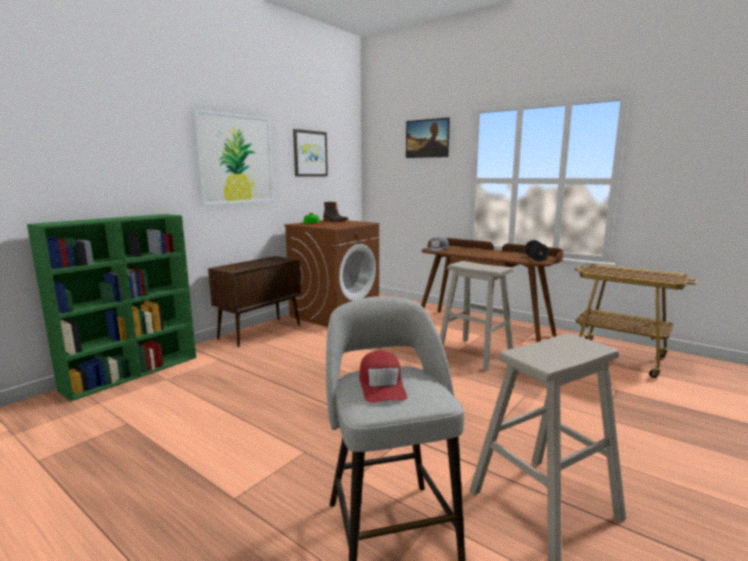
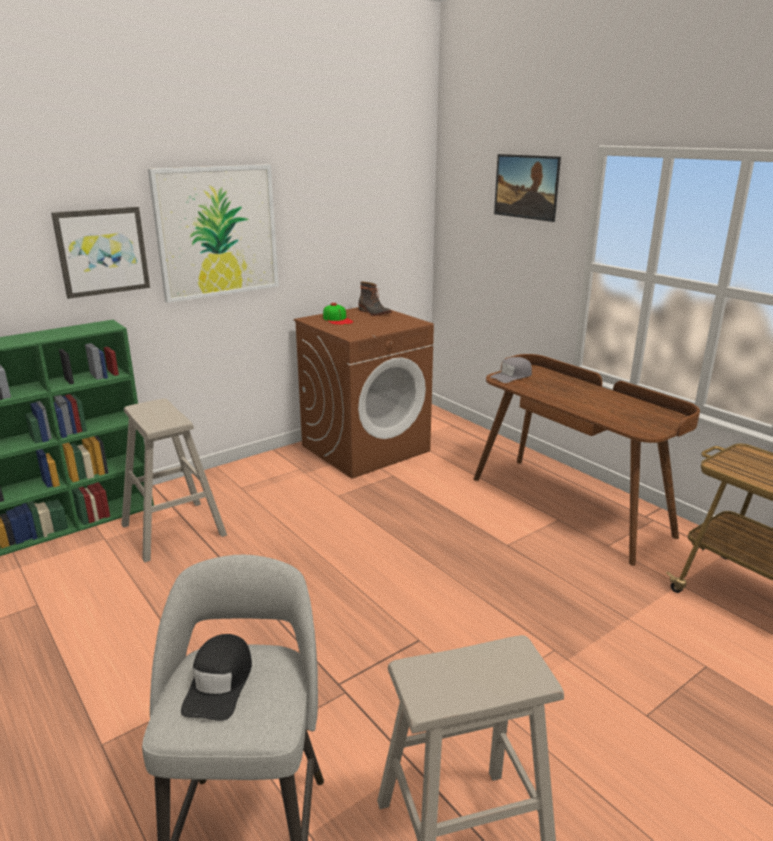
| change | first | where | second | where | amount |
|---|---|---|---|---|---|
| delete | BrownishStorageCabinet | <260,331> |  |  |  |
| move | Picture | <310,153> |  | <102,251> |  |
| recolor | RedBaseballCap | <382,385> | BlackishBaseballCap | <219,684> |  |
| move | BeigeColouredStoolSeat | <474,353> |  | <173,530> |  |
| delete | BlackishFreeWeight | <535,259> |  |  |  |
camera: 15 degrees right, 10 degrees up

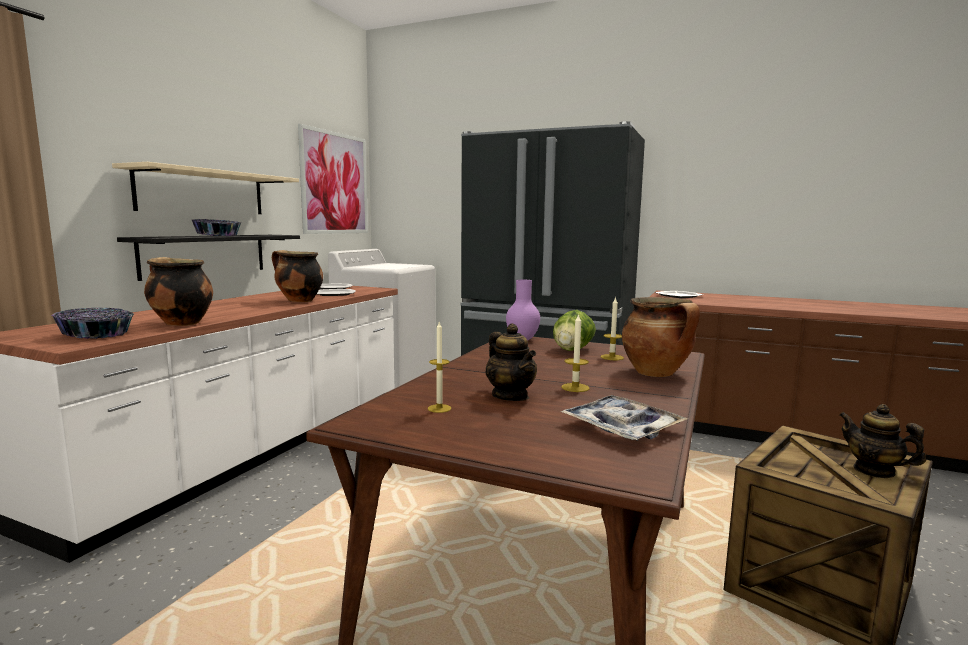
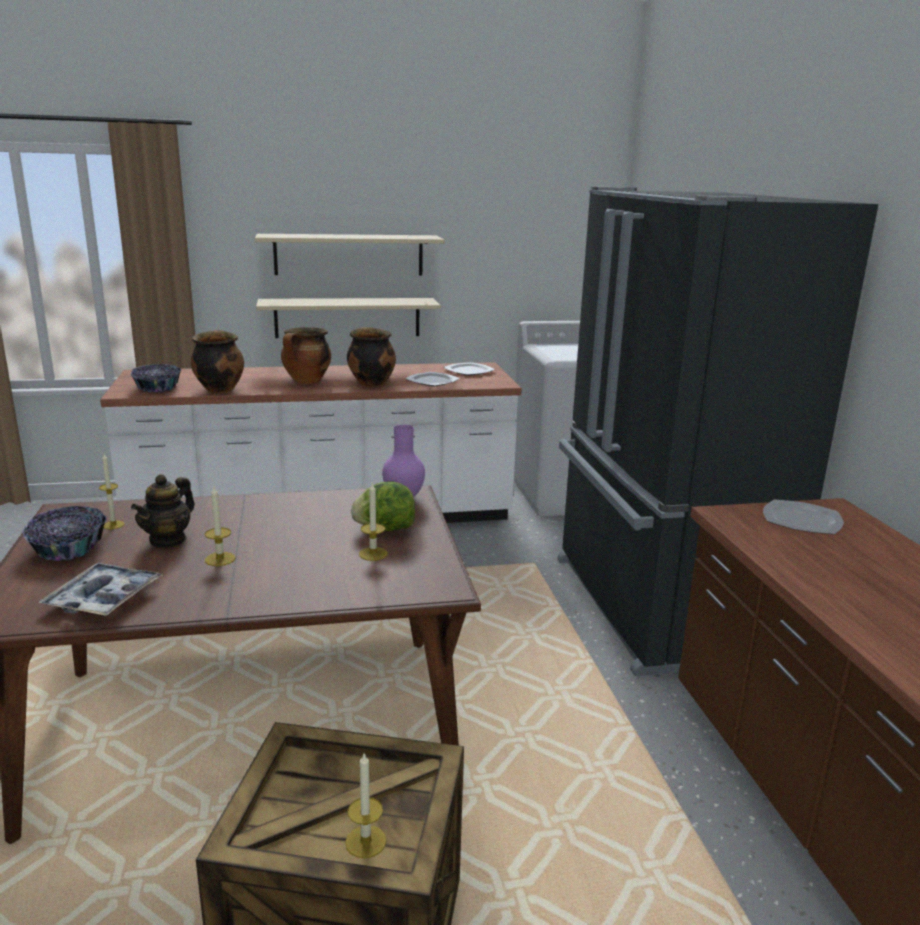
| change | first | where | second | where | amount |
|---|---|---|---|---|---|
| recolor | BlackishShelf | <205,255> | BeigeColouredShelf | <347,317> |  |
| move | ServingBowl | <217,235> |  | <67,547> |  |
| delete | Picture | <335,183> |  |  |  |
| move | CookingPot | <657,373> |  | <307,382> |  |
| replace | TeaPot | <874,471> | Candle | <365,841> |  |
camera: 55 degrees right, 10 degrees up

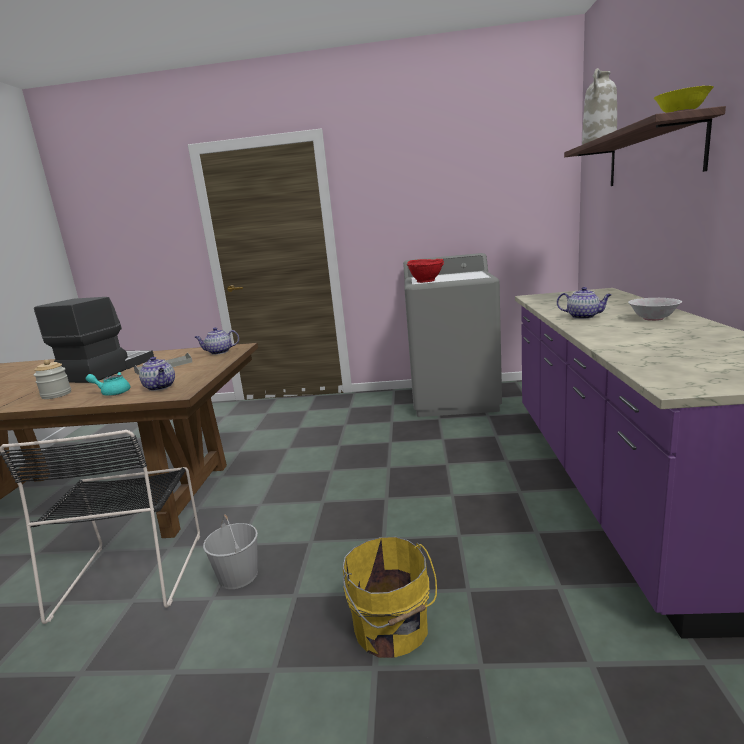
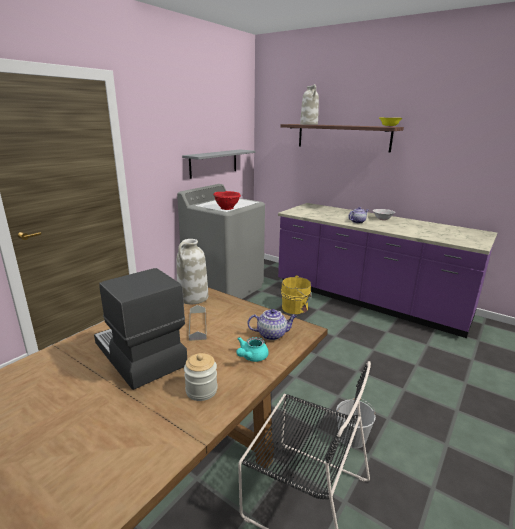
| change | first | where | second | where | amount |
|---|---|---|---|---|---|
| replace | TeaPot | <219,352> | WhiteFlowerVase | <193,298> |  |
| move | YellowColouredBucket | <392,630> |  | <296,308> |  |
| insert |  |  | GreyishShelf | <213,163> |  |
camera: 60 degrees left, 5 degrees up

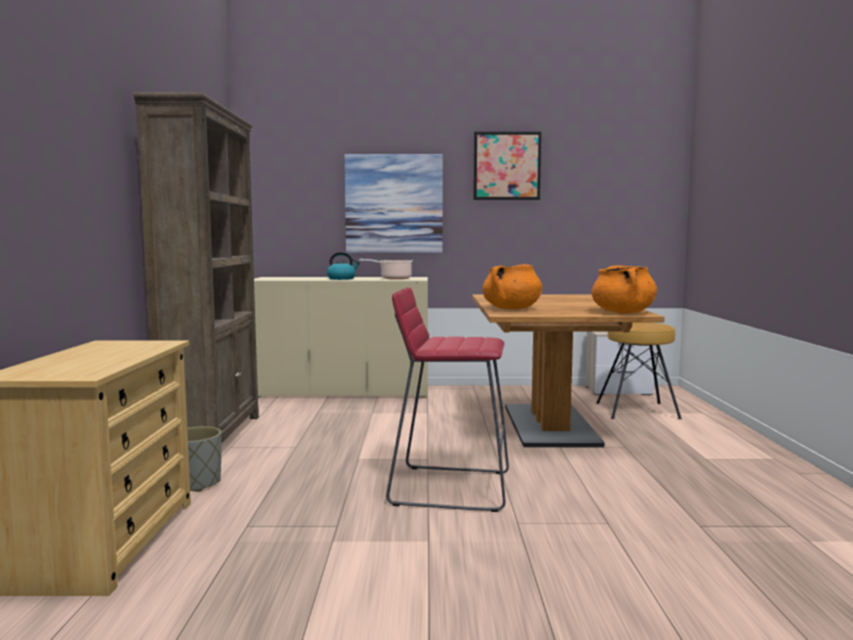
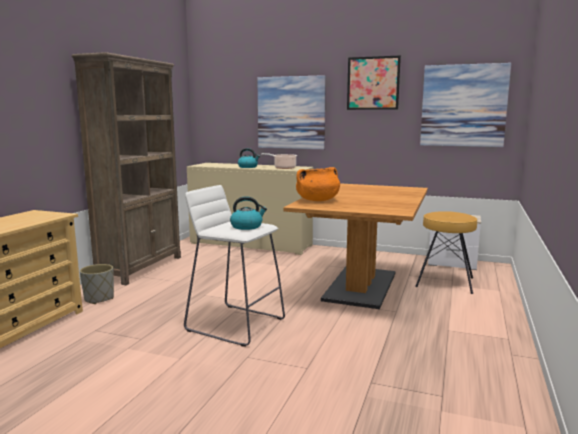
| change | first | where | second | where | amount |
|---|---|---|---|---|---|
| recolor | RedStoolSeat | <449,487> | WhiteStoolSeat | <235,324> |  |
| delete | OrangeCookingPot | <623,313> |  |  |  |
| insert |  |  | TeaKettle | <247,226> |  |
| insert |  |  | Picture | <463,106> |  |
camera: 20 degrees right, 5 degrees up

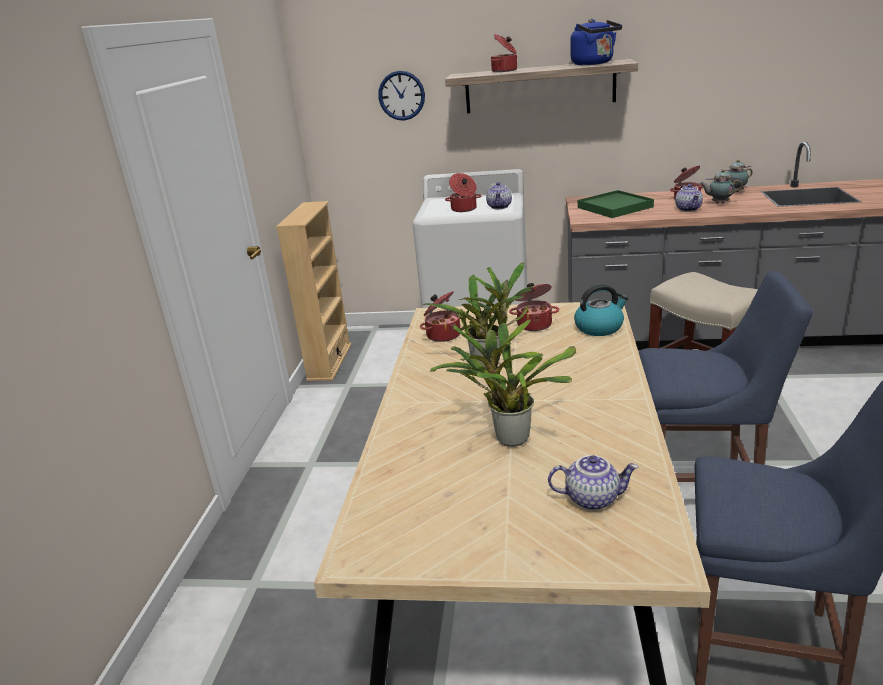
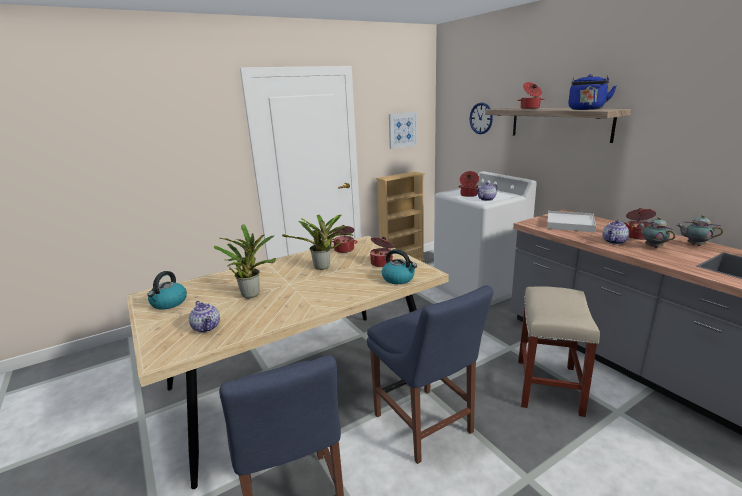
| change | first | where | second | where | amount |
|---|---|---|---|---|---|
| recolor | GreenColouredServingTray | <615,207> | WhiteServingTray | <570,224> |  |
| insert |  |  | TeaKettle | <169,303> |  |
| insert |  |  | Picture | <402,130> |  |
camera: 50 degrees right, 5 degrees down

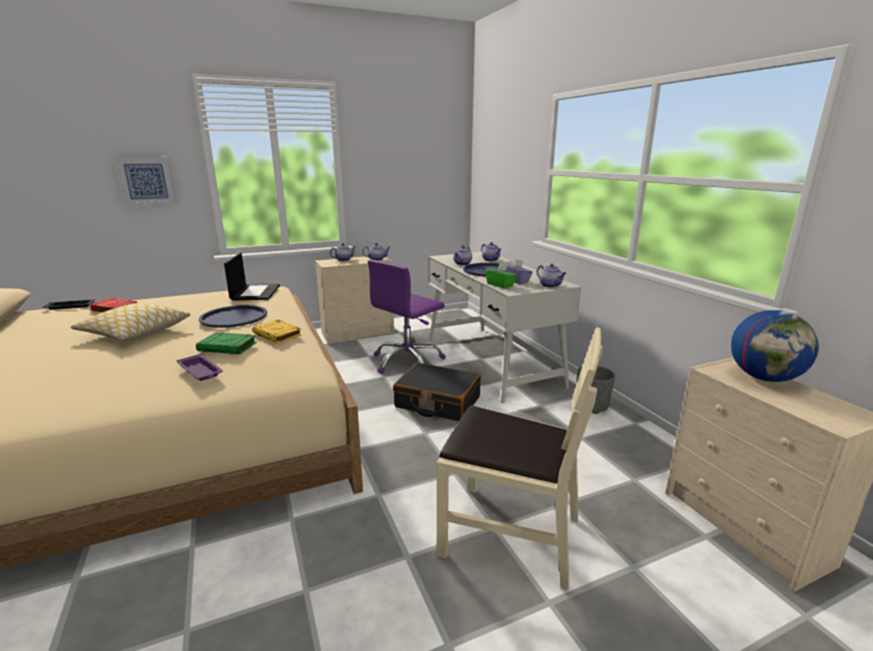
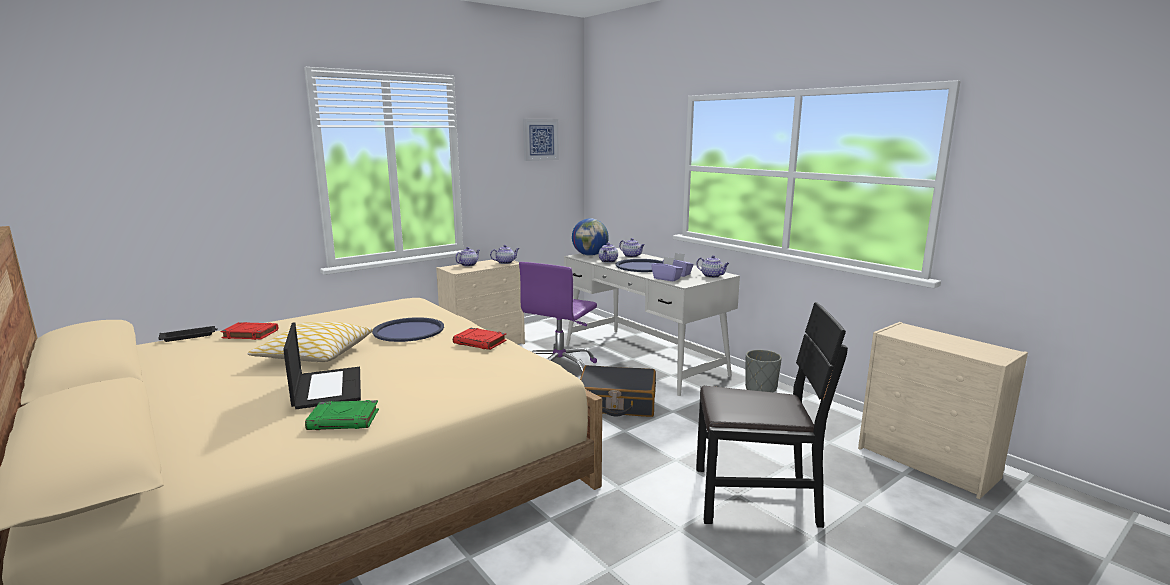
| change | first | where | second | where | amount |
|---|---|---|---|---|---|
| move | Picture | <146,181> |  | <540,139> |  |
| delete | PurpleColouredServingTray | <200,371> |  |  |  |
| move | GreenColouredBoundBook | <228,347> |  | <344,420> |  |
| move | PortableComputer | <255,292> |  | <327,388> |  |
| recolor | YellowColouredBoundBook | <278,335> | RedBoundBook | <480,342> |  |
| recolor | BeigeColouredChair | <510,533> | BlackishChair | <754,497> |  |
| recolor | GreenColouredBoxOfTissues | <500,285> | PurpleColouredBoxOfTissues | <667,278> |  |
| move | DeskGlobe | <764,378> |  | <590,255> |  |
camera: 15 degrees left, 5 degrees down

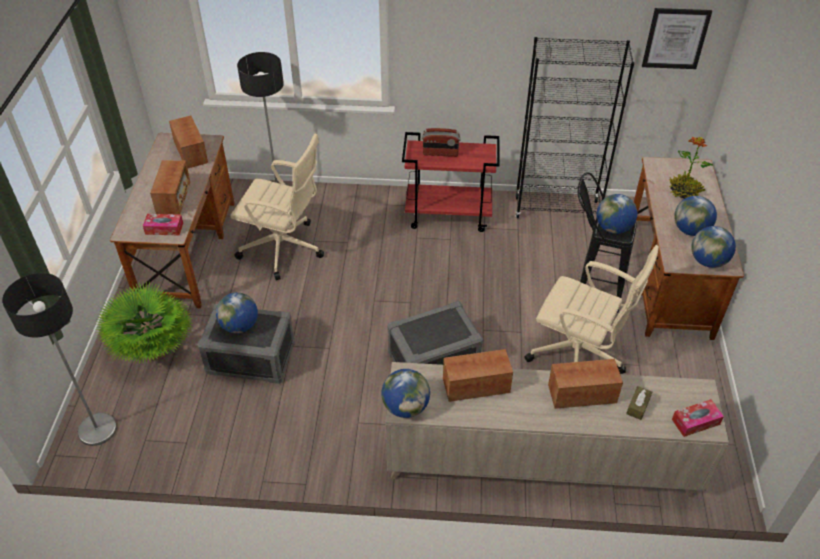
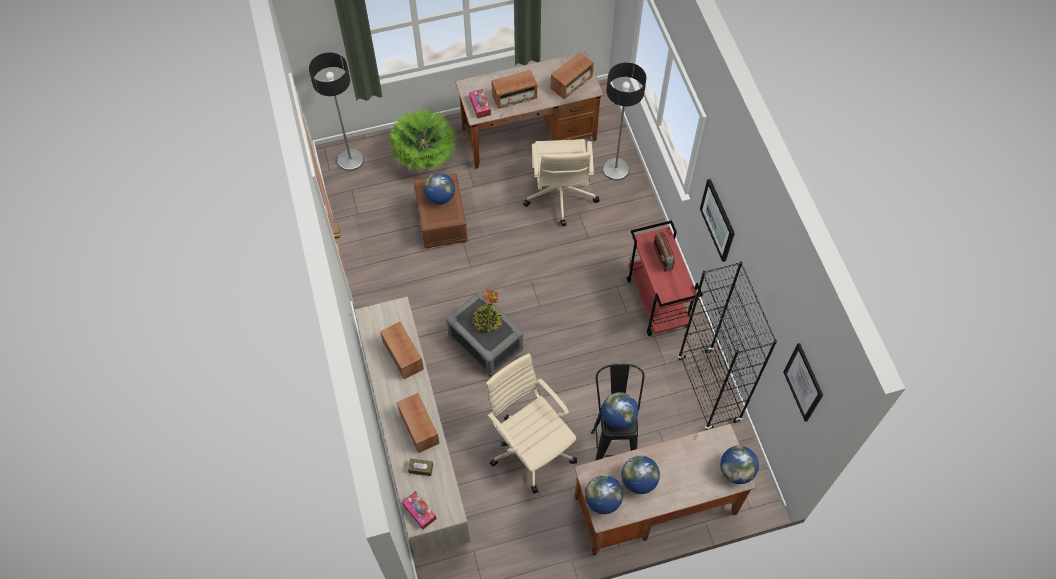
| change | first | where | second | where | amount |
|---|---|---|---|---|---|
| recolor | GreyishStorageBin | <250,358> | BrownishStorageBin | <441,220> |  |
| move | DeskGlobe | <405,407> |  | <736,471> |  |
| rotate | BeigeColouredOfficeChair | <578,356> |  | <531,447> | 135 degrees clockwise |
| move | PlantInAPot | <684,192> |  | <487,321> |  |
| insert |  |  | Picture | <718,220> |  |
camera: 70 degrees right, 15 degrees up

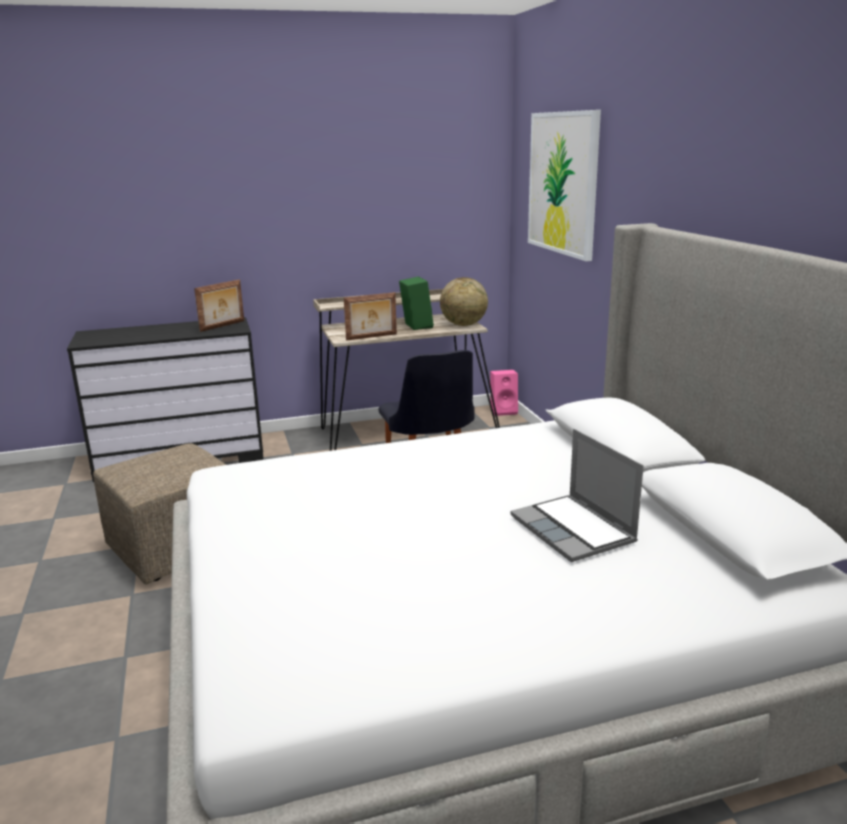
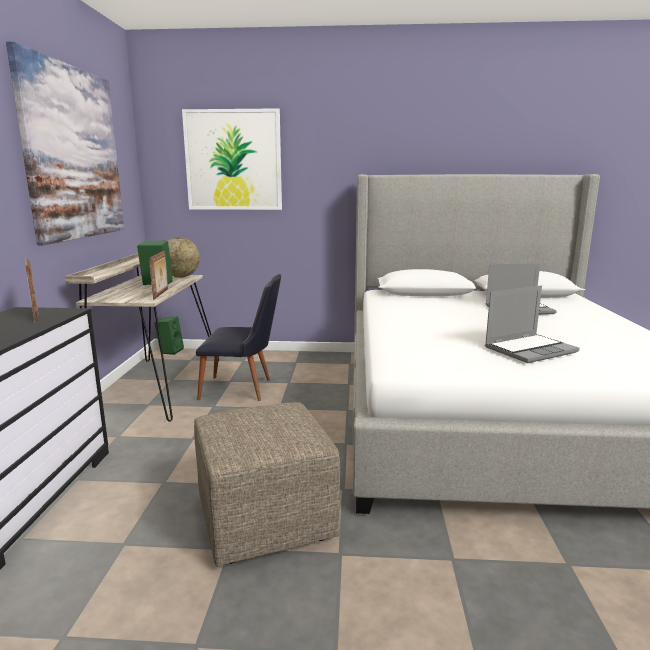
| change | first | where | second | where | amount |
|---|---|---|---|---|---|
| recolor | PinkishAudioSpeaker | <504,411> | GreenColouredAudioSpeaker | <170,351> |  |
| insert |  |  | Picture | <73,154> |  |
| insert |  |  | PortableComputer | <530,349> |  |
camera: 70 degrees left, 5 degrees down

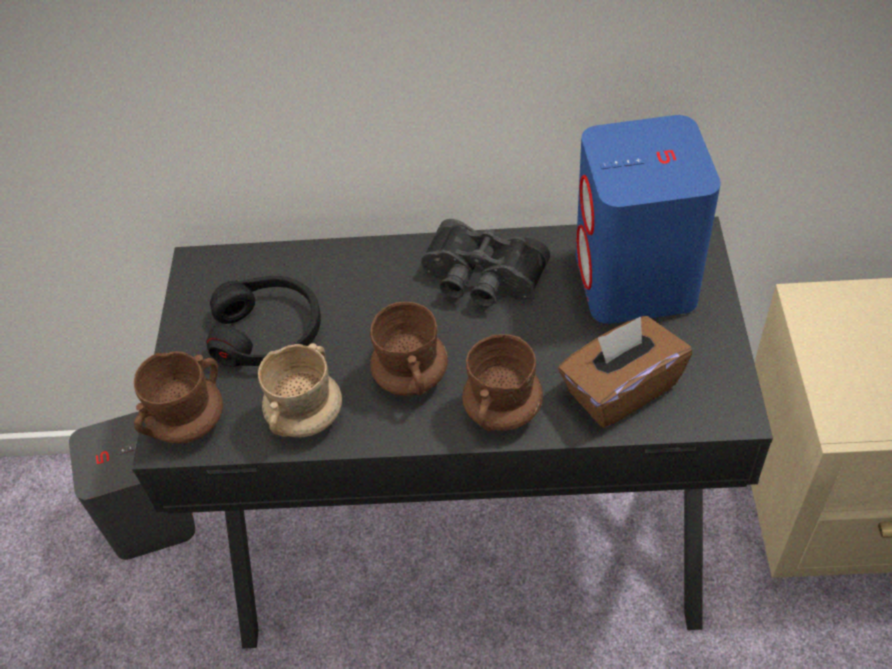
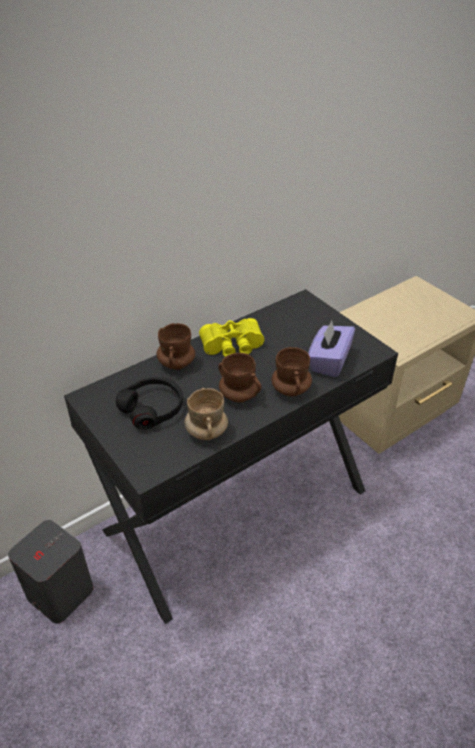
| change | first | where | second | where | amount |
|---|---|---|---|---|---|
| move | BrownishTeaMug | <189,422> |  | <176,363> |  |
| recolor | BlackishFieldGlasses | <481,280> | YellowColouredFieldGlasses | <233,347> |  |
| recolor | BrownishBoxOfTissues | <620,389> | PurpleColouredBoxOfTissues | <329,361> |  |
| delete | BlueAudioSpeaker | <635,281> |  |  |  |
camera: 40 degrees left, 10 degrees down

